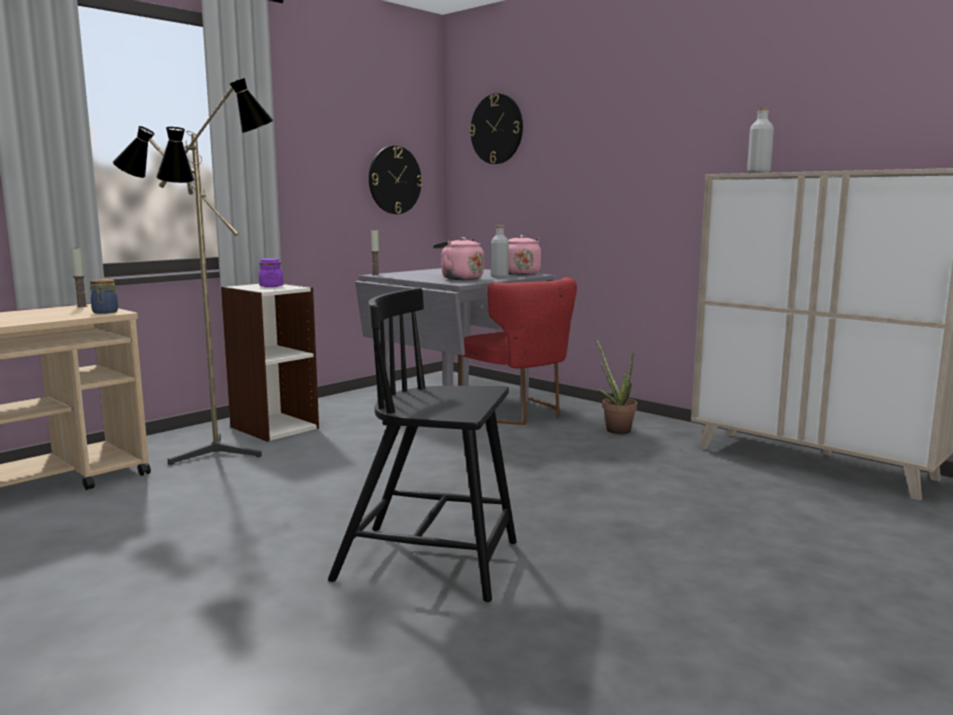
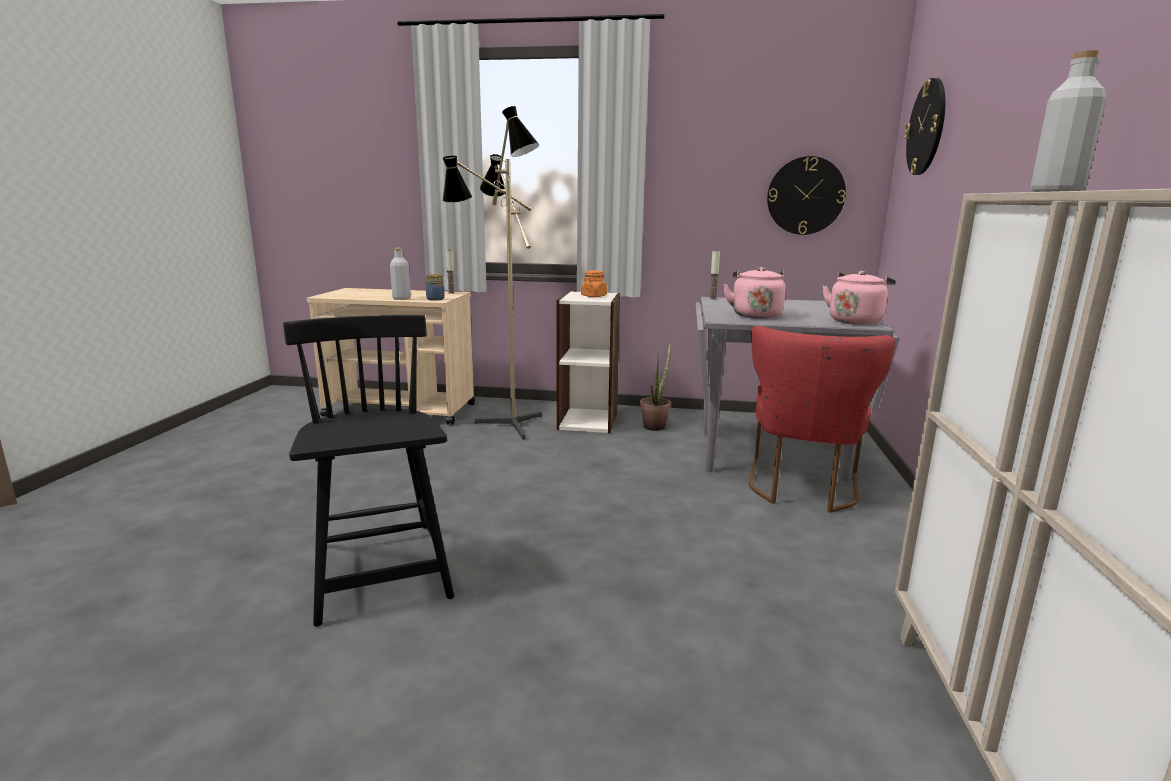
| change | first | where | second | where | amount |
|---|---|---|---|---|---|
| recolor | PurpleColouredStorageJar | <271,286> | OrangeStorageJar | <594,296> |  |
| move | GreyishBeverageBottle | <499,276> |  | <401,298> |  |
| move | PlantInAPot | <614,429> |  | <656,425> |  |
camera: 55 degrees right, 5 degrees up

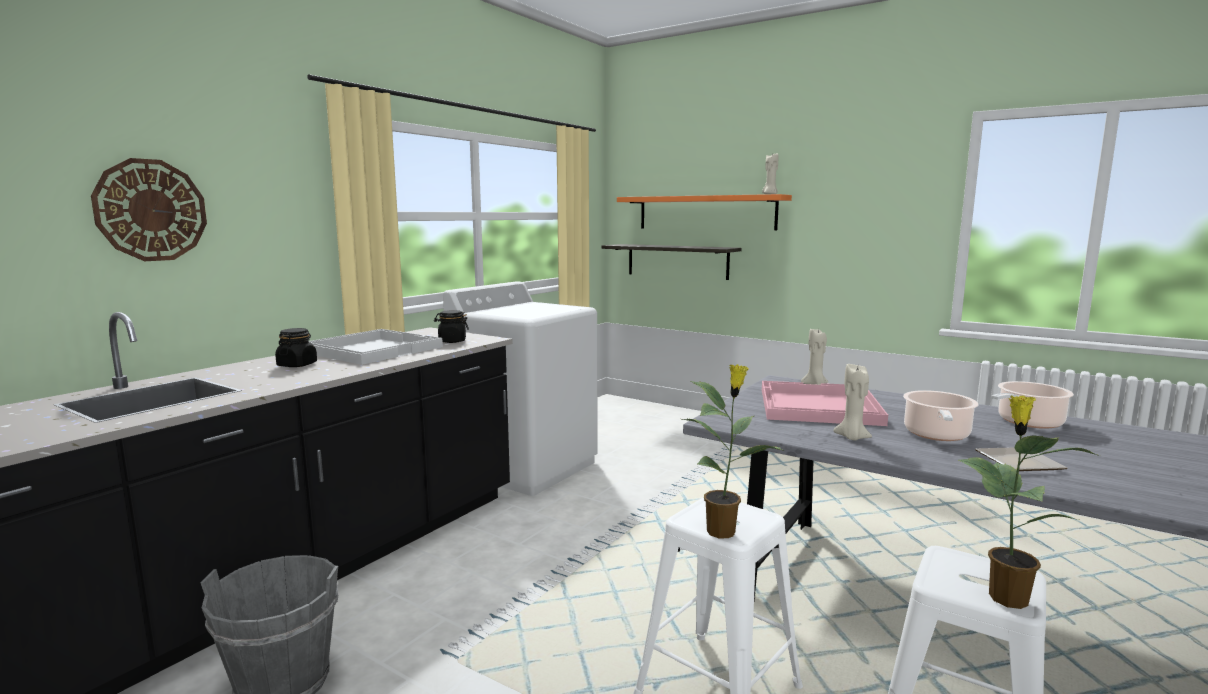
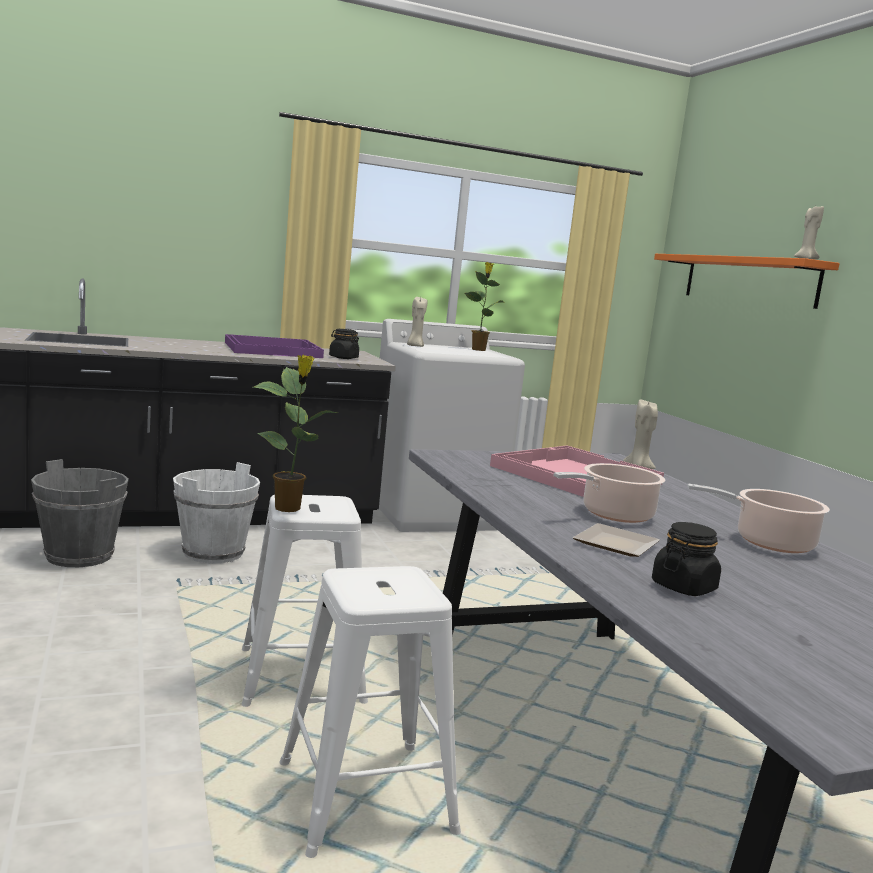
| change | first | where | second | where | amount |
|---|---|---|---|---|---|
| delete | ClockOnTheWall | <151,210> |  |  |  |
| move | BlackishStorageJar | <297,365> |  | <683,587> |  |
| recolor | WhiteServingTray | <373,349> | PurpleColouredServingTray | <273,350> |  |
| delete | Shelf | <677,261> |  |  |  |
| move | BeigeColouredCandle | <852,437> |  | <415,346> |  |
| move | PlantInAPot | <1005,597> |  | <478,349> |  |
| insert |  |  | WhiteBucket | <213,552> |  |
camera: 35 degrees right, 0 degrees up

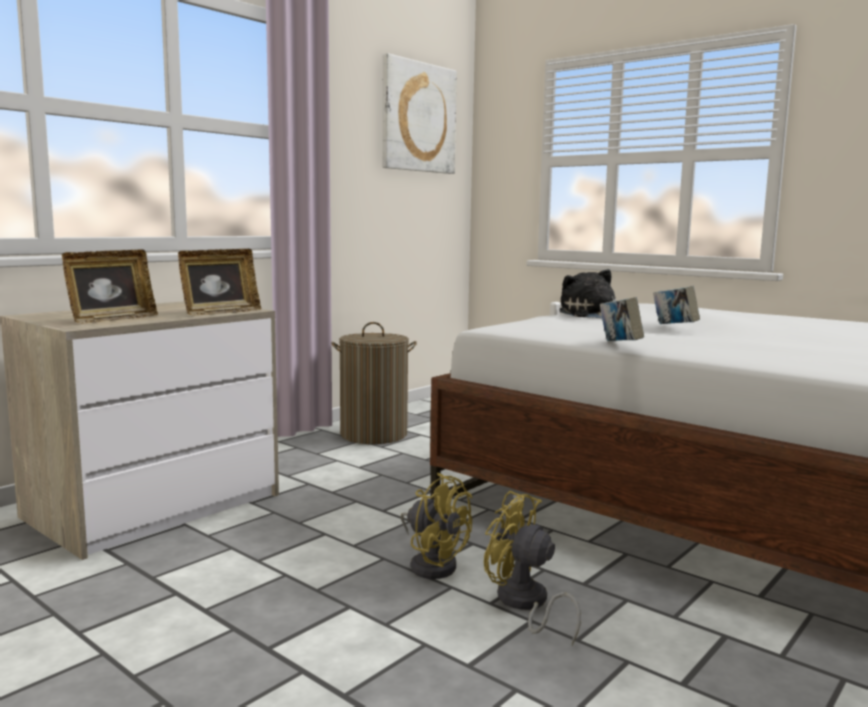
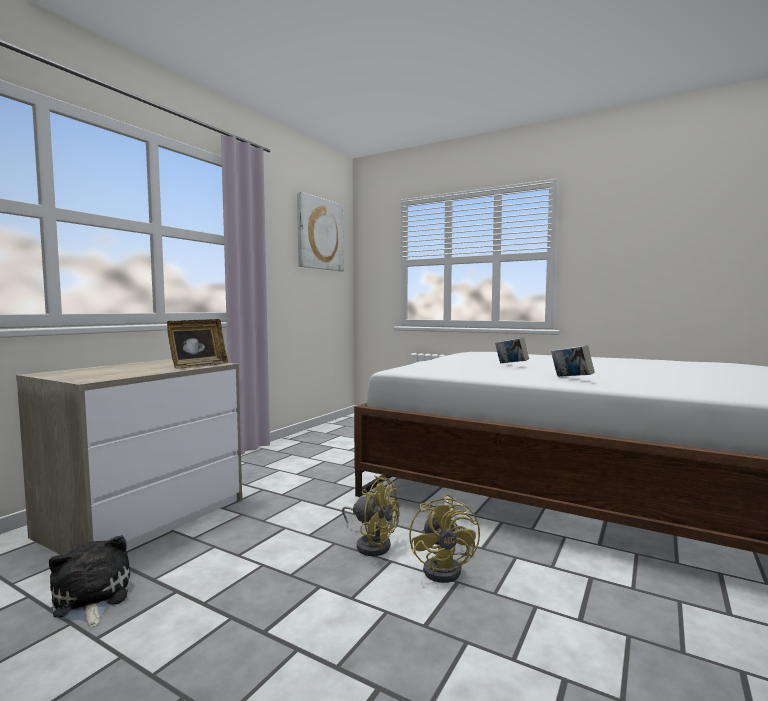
| change | first | where | second | where | amount |
|---|---|---|---|---|---|
| delete | PictureFrame | <112,319> |  |  |  |
| delete | WashingBasket | <374,434> |  |  |  |
| rotate | YellowColouredFan | <524,604> |  | <447,569> | 120 degrees counterclockwise |
| move | CuddlyToy | <591,315> |  | <91,599> |  |
| move | BoundBook | <619,345> |  | <571,379> |  |
camera: 10 degrees left, 5 degrees down

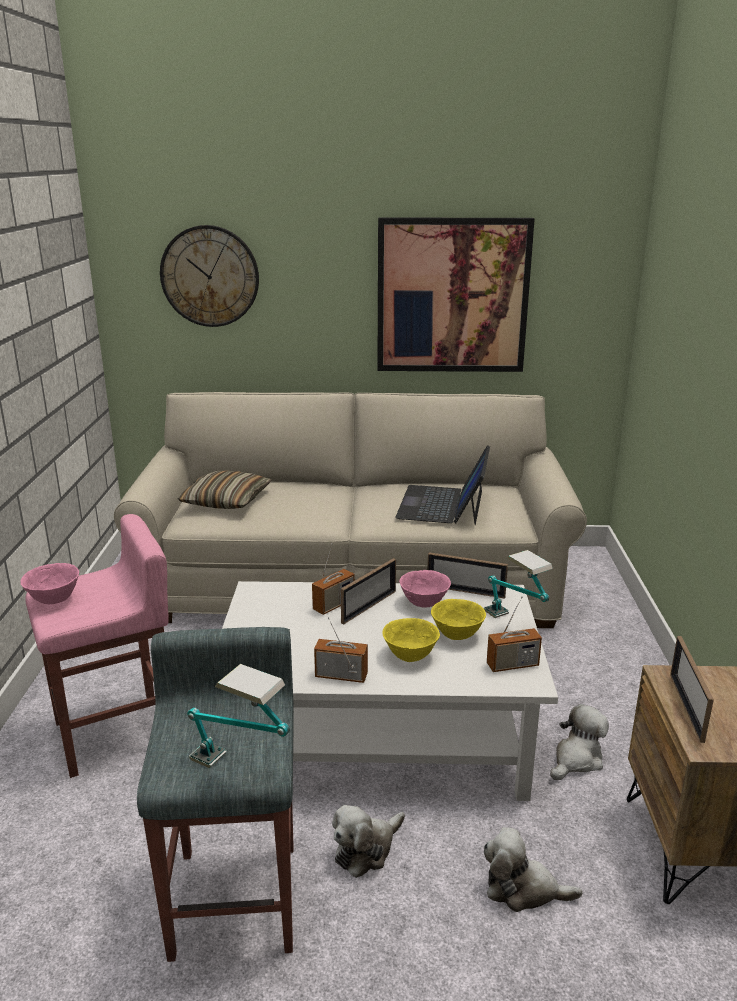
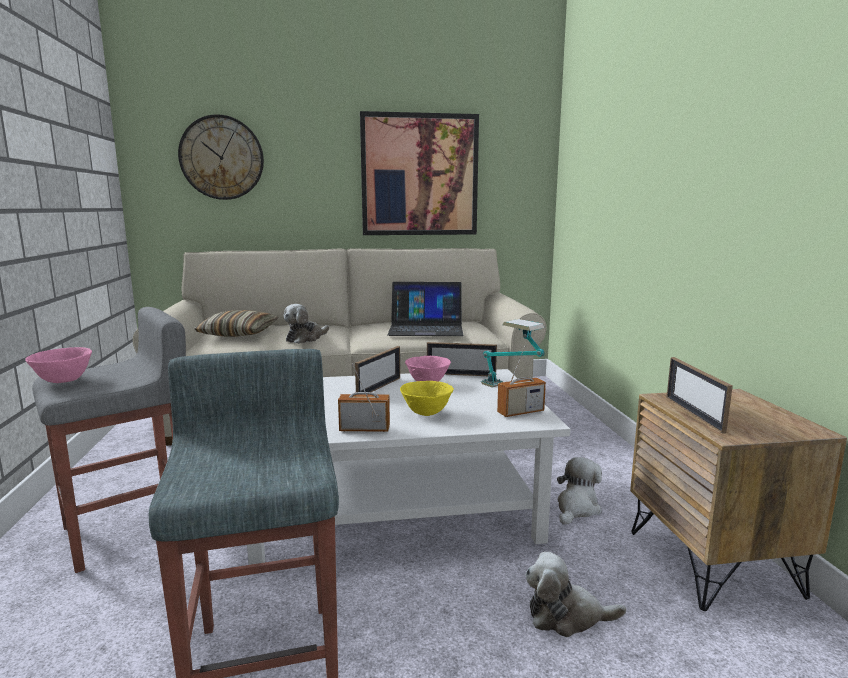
| change | first | where | second | where | amount |
|---|---|---|---|---|---|
| recolor | PinkishStoolSeat | <117,733> | GreyishStoolSeat | <131,530> |  |
| delete | TableLamp | <241,771> |  |  |  |
| delete | Radio | <334,605> |  |  |  |
| move | CuddlyToy | <366,849> |  | <305,338> |  |
| rotate | PortableComputer | <443,504> |  | <426,328> | 90 degrees counterclockwise |
| delete | YellowColouredServingBowl | <457,635> |  |  |  |
camera: 10 degrees left, 10 degrees down

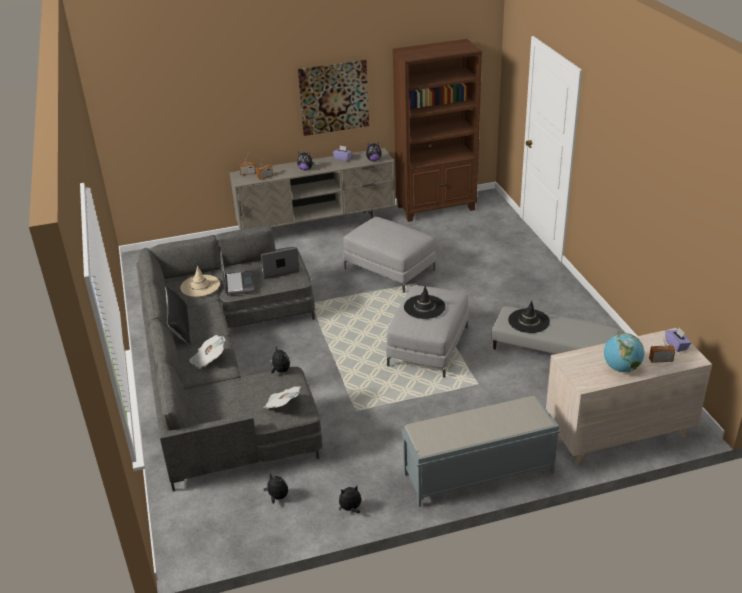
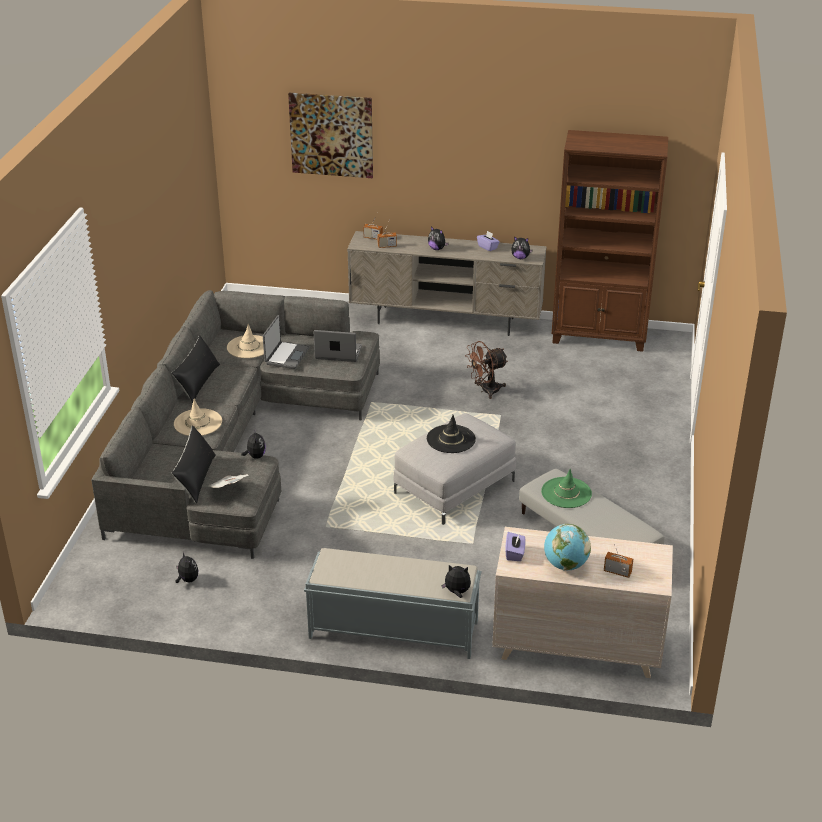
| change | first | where | second | where | amount |
|---|---|---|---|---|---|
| replace | DailyPaper | <208,359> | BeigeColouredClothingHat | <198,423> |  |
| move | Picture | <334,97> |  | <331,135> |  |
| move | CuddlyToy | <351,509> |  | <457,592> |  |
| replace | GreyishPouffe | <390,269> | BrownishFan | <485,391> |  |
| recolor | BlackishClothingHat | <528,321> | GreenColouredClothingHat | <566,493> |  |
| move | PurpleColouredBoxOfTissues | <676,345> |  | <515,553> |  |
| insert |  |  | BlackishCushion | <196,478> |  |
camera: 25 degrees right, 0 degrees up

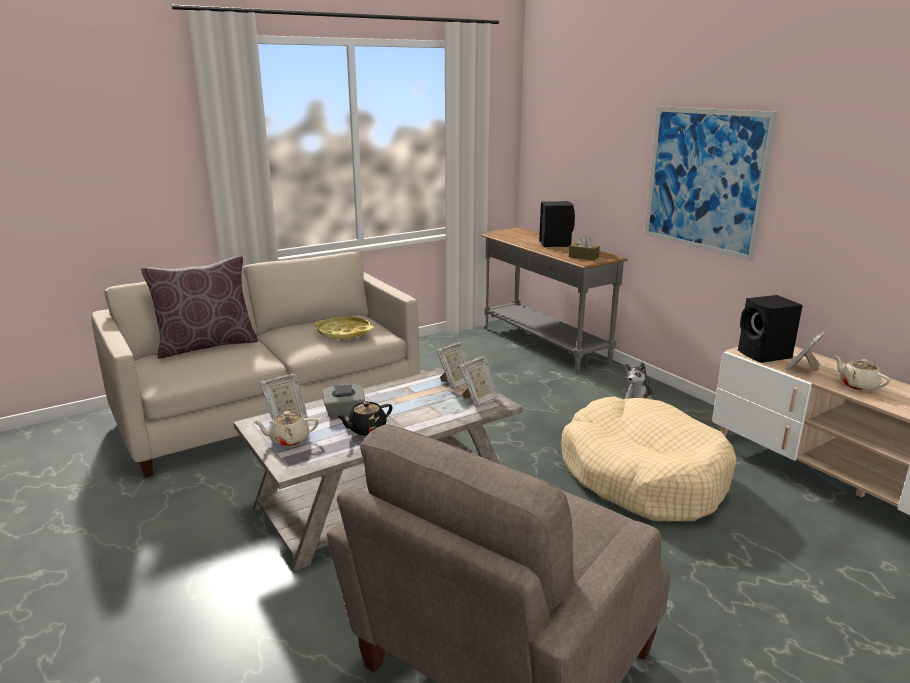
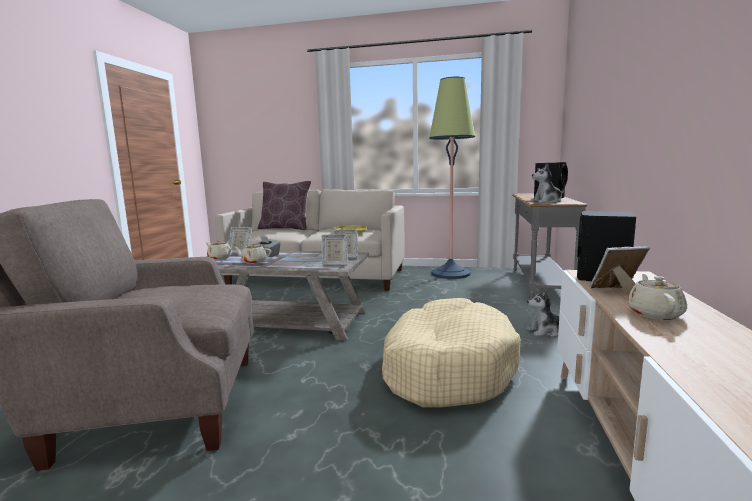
| change | first | where | second | where | amount |
|---|---|---|---|---|---|
| recolor | BlackishTeaPot | <366,429> | BeigeColouredTeaPot | <253,262> |  |
| replace | BrownishBoxOfTissues | <583,257> | CuddlyToy | <547,202> |  |
| delete | Picture | <704,180> |  |  |  |
| insert |  |  | StandingLamp | <450,273> |  |
camera: 45 degrees right, 10 degrees down

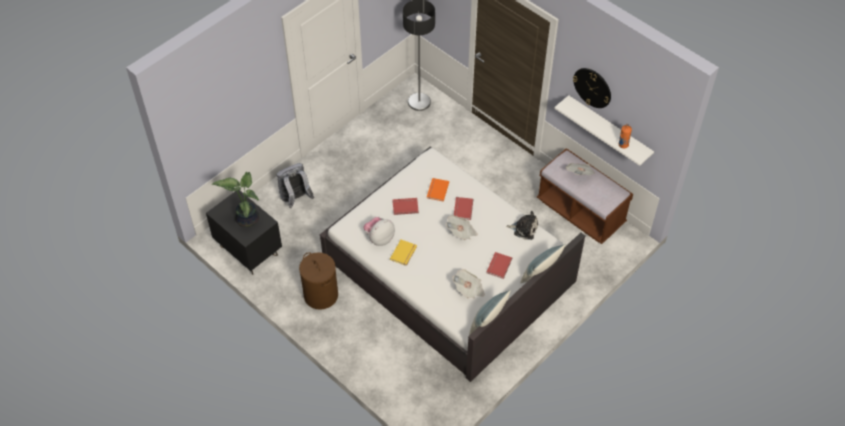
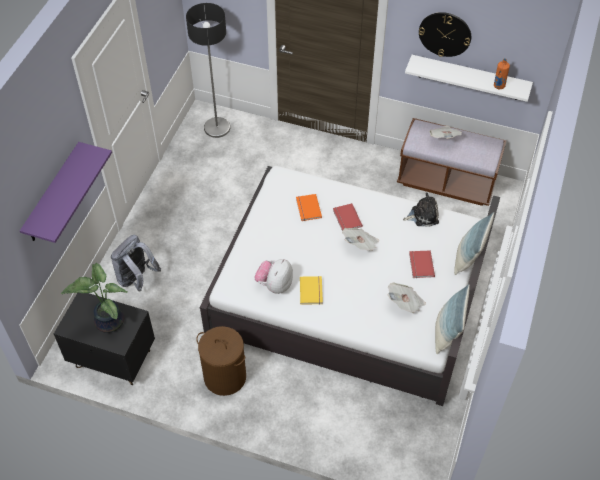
| change | first | where | second | where | amount |
|---|---|---|---|---|---|
| delete | RedBoundBook | <405,206> |  |  |  |
| insert |  |  | PurpleColouredShelf | <53,194> |  |
camera: 25 degrees left, 0 degrees up

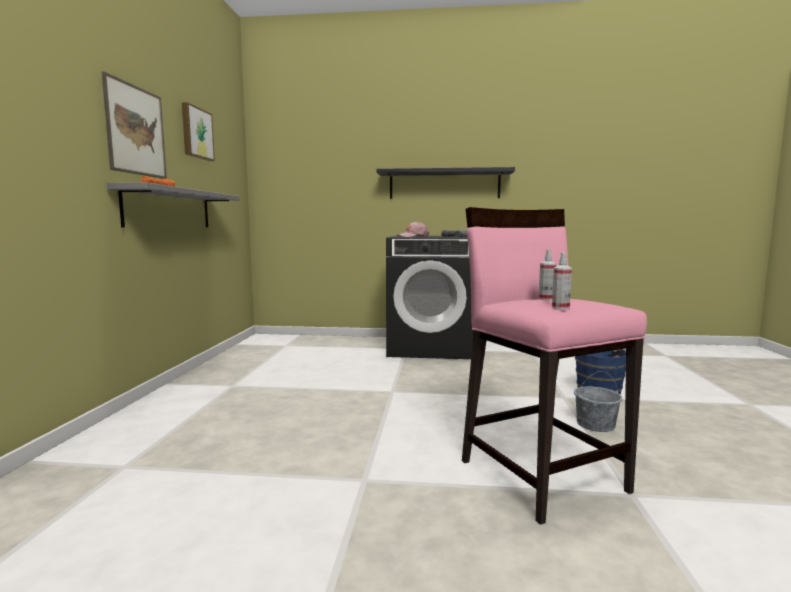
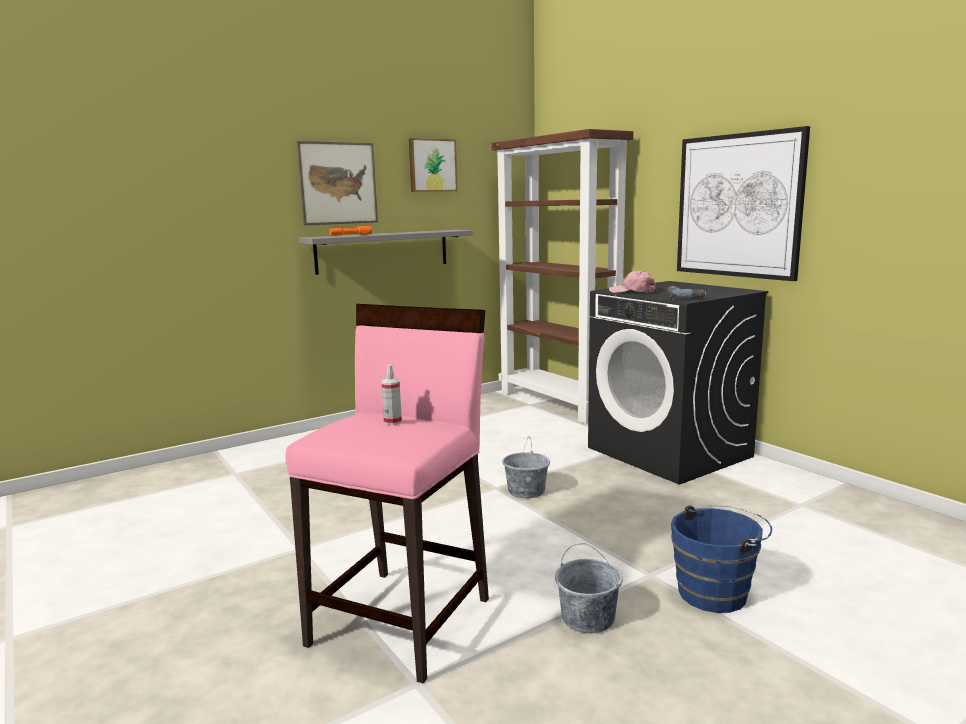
| change | first | where | second | where | amount |
|---|---|---|---|---|---|
| replace | BlackishShelf | <444,184> | Picture | <738,206> |  |
| delete | SprayBottle | <560,307> |  |  |  |
| insert |  |  | BrownishBookcase | <558,403> |  |
| insert |  |  | GreyishBucket | <526,491> |  |
camera: 50 degrees right, 5 degrees up

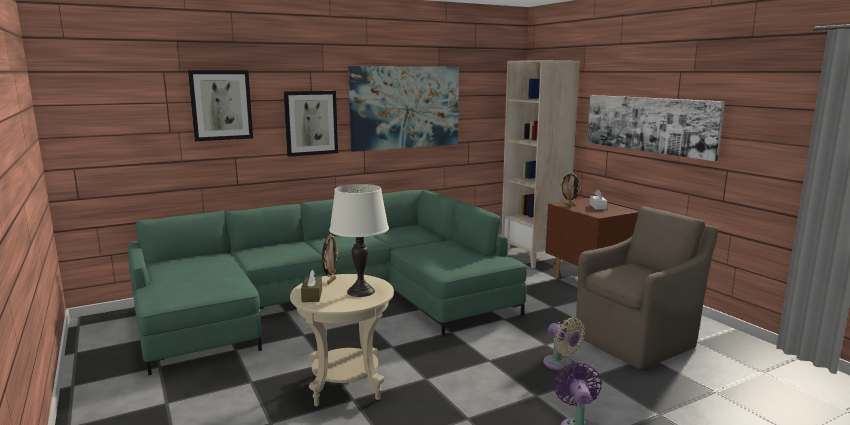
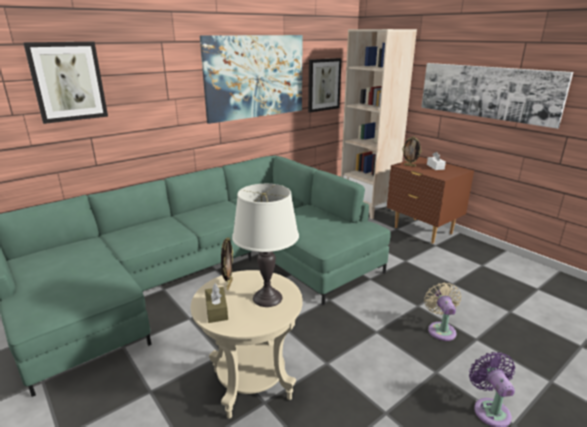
| change | first | where | second | where | amount |
|---|---|---|---|---|---|
| move | Picture | <311,123> |  | <323,85> |  |
| rotate | BeigeColouredFan | <560,364> |  | <441,329> | 135 degrees counterclockwise |
| delete | BrownishArmchair | <637,341> |  |  |  |
camera: 10 degrees left, 10 degrees up

